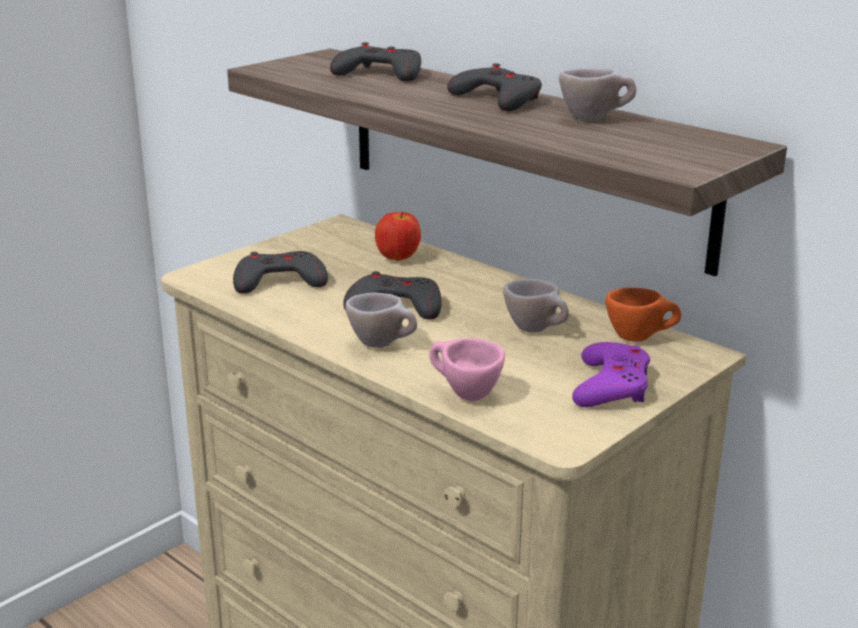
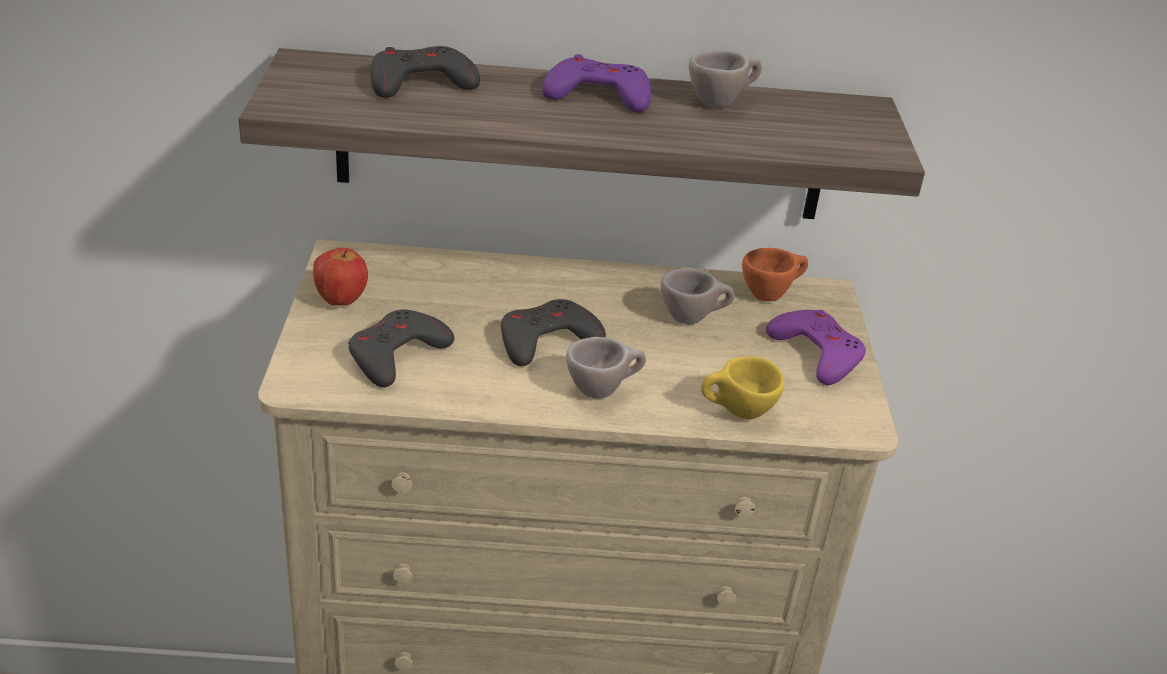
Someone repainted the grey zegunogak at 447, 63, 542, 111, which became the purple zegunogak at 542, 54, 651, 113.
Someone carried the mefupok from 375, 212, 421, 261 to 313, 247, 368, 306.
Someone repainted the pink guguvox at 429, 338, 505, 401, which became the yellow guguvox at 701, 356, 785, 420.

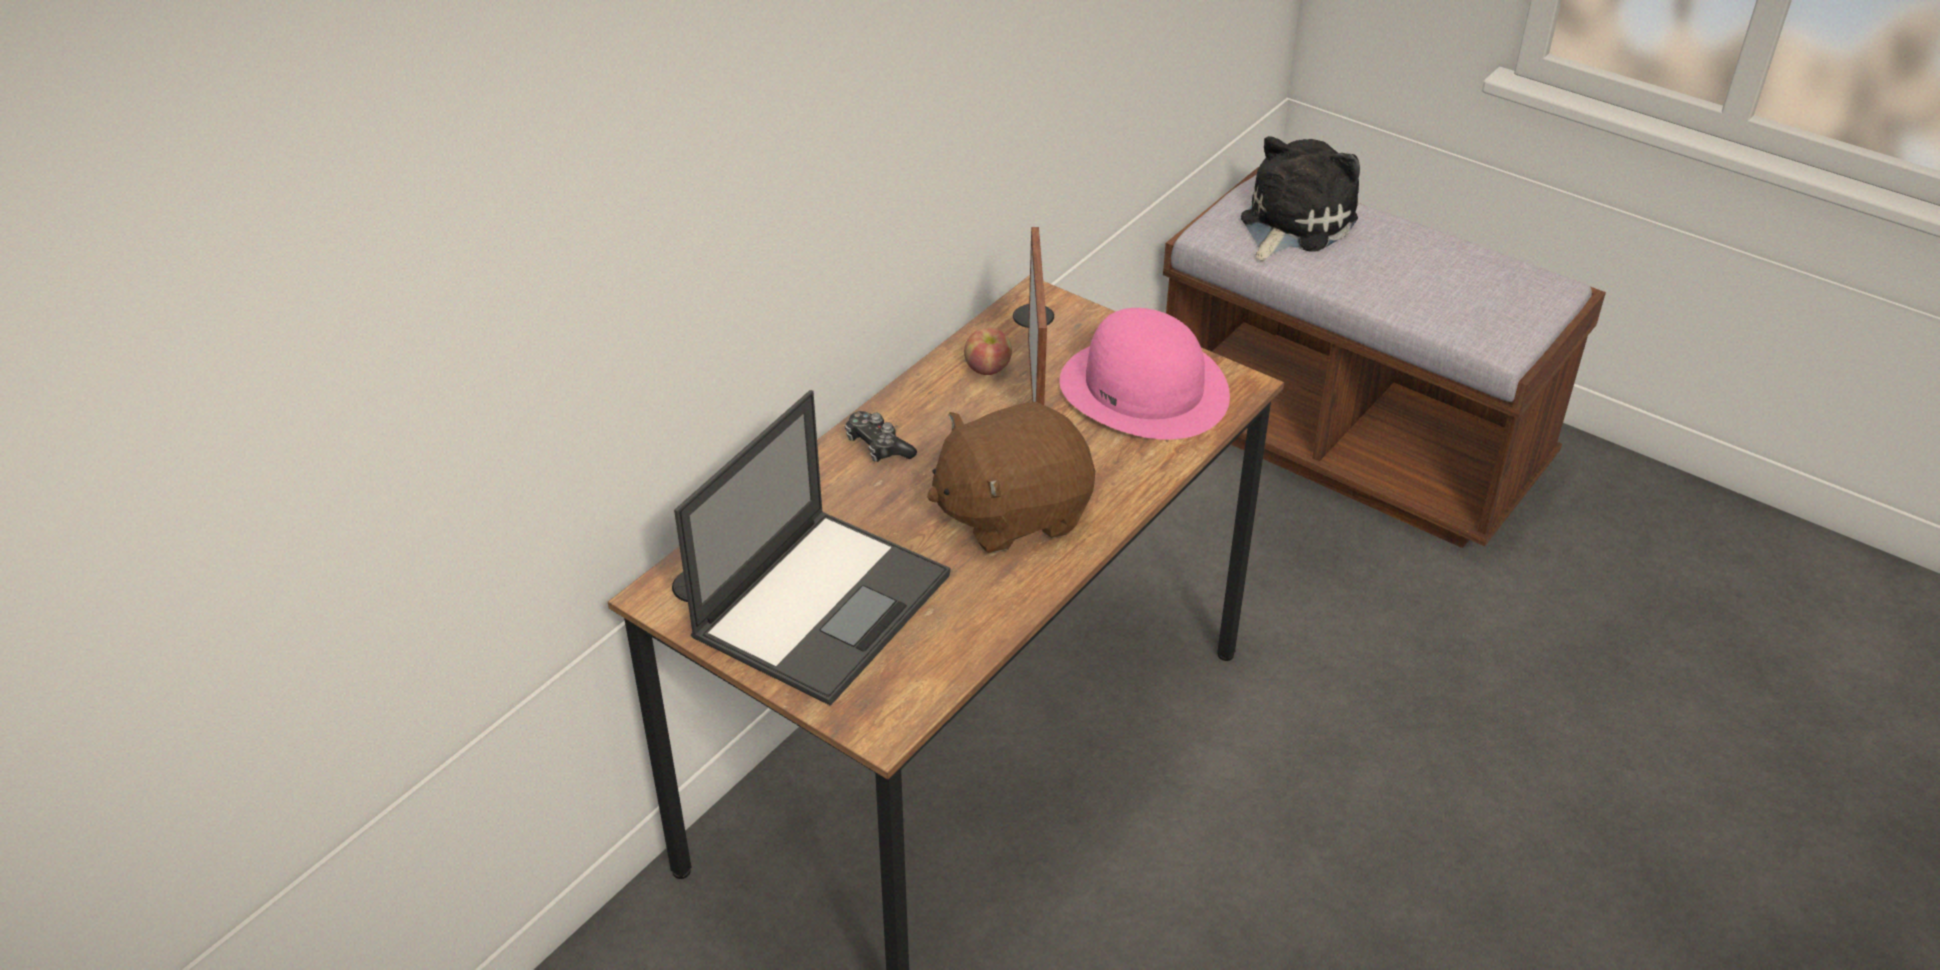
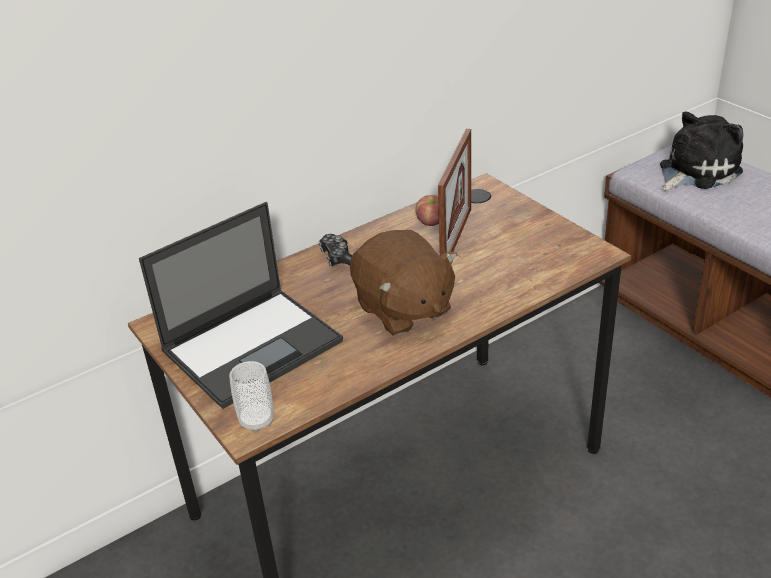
Someone took away the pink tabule at 1060, 308, 1230, 440.
Someone rotated the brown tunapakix at 927, 402, 1095, 554 by 120 degrees counterclockwise.
Someone put down the guguvox at 229, 361, 274, 432.

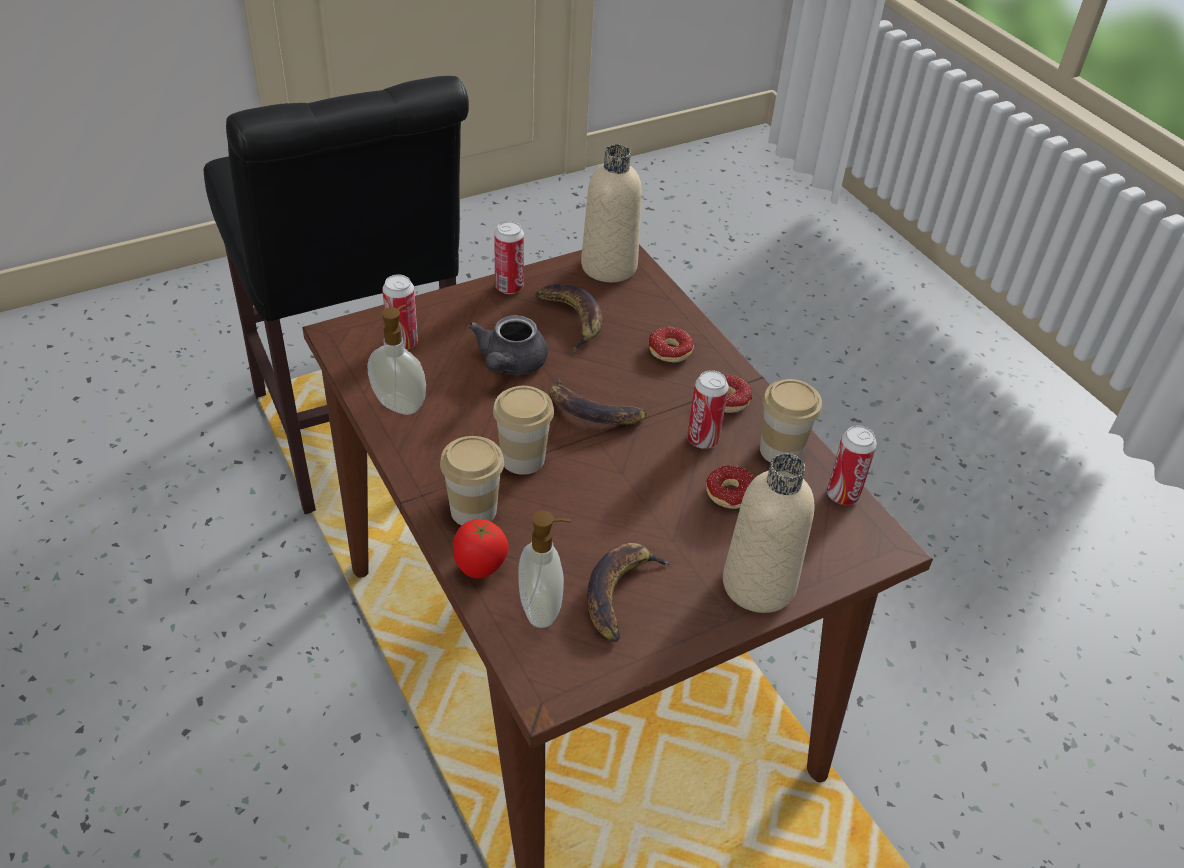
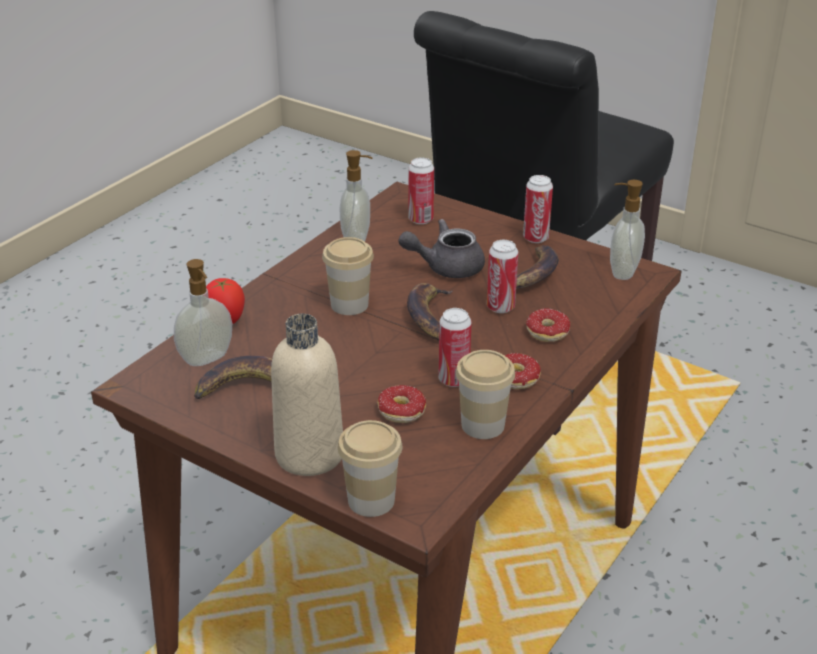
Someone swapped the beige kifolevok at 581, 144, 642, 282 for the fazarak at 610, 180, 645, 280.
Someone carried the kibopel from 827, 425, 877, 505 to 487, 240, 518, 313.
Someone carried the guguvox from 440, 436, 504, 526 to 338, 420, 402, 517.

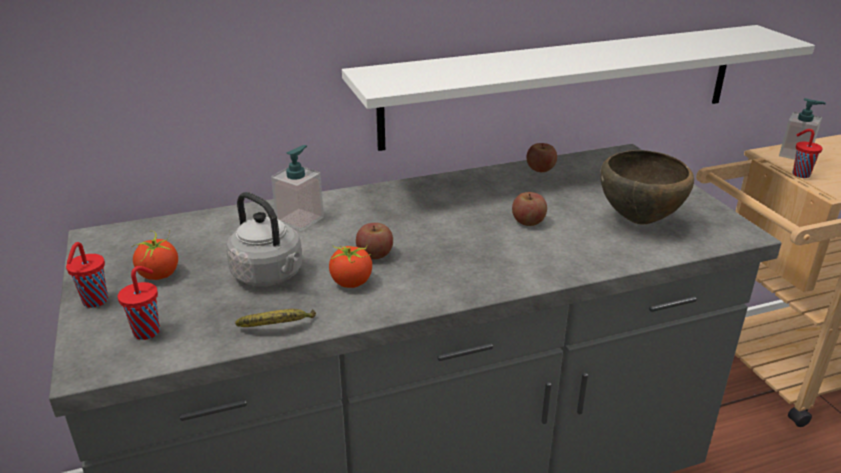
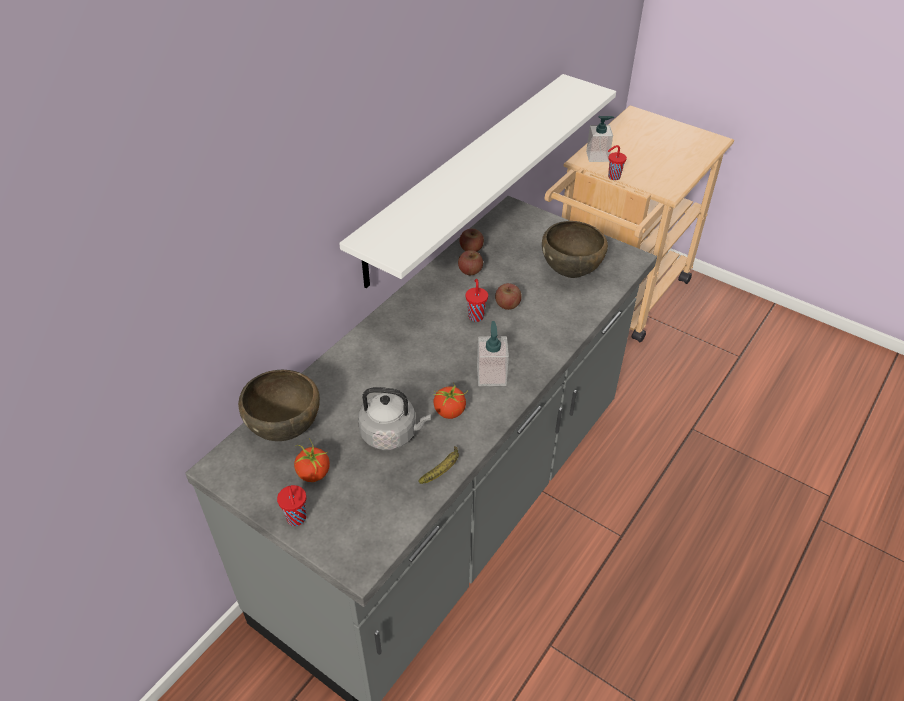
Someone carried the fazarak from 271, 145, 324, 231 to 477, 321, 509, 386.
Someone carried the mefupok from 356, 223, 393, 259 to 458, 250, 483, 275.
Someone carried the red guguvox from 118, 266, 160, 340 to 466, 279, 488, 322.
Someone put down the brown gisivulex at 238, 370, 320, 441.

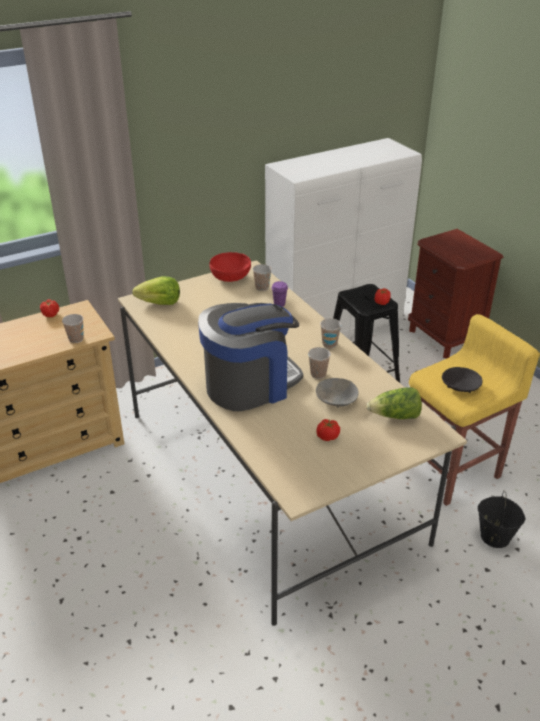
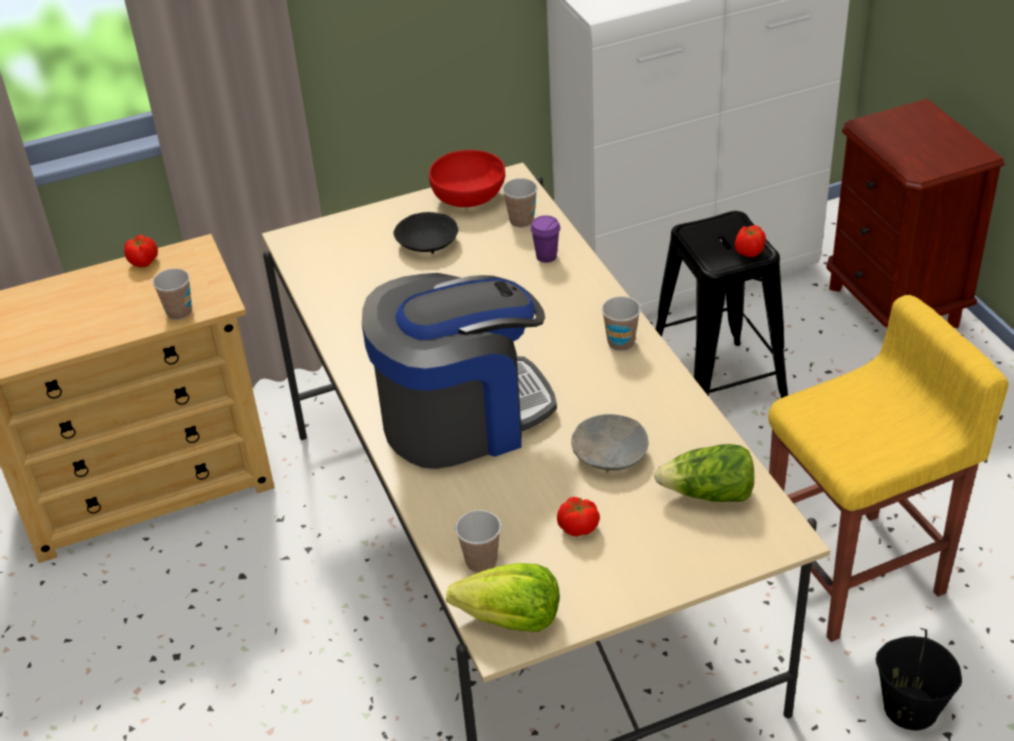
Someone carried the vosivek from 132, 277, 180, 305 to 446, 563, 560, 632.
Someone carried the guguvox from 308, 347, 331, 379 to 455, 510, 501, 573.
Someone carried the black gisivulex from 442, 367, 483, 393 to 394, 212, 458, 254.

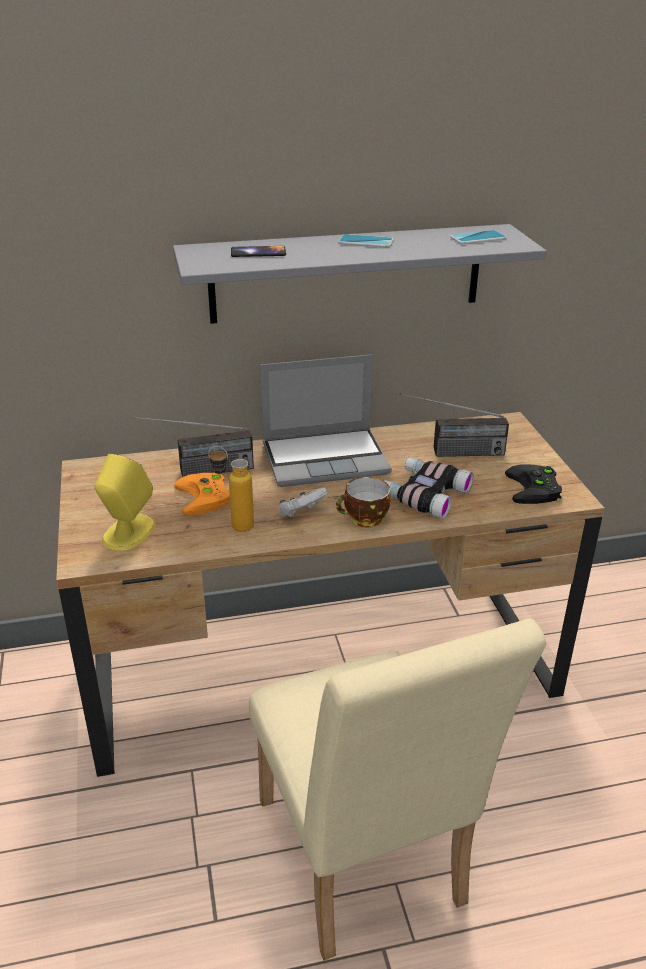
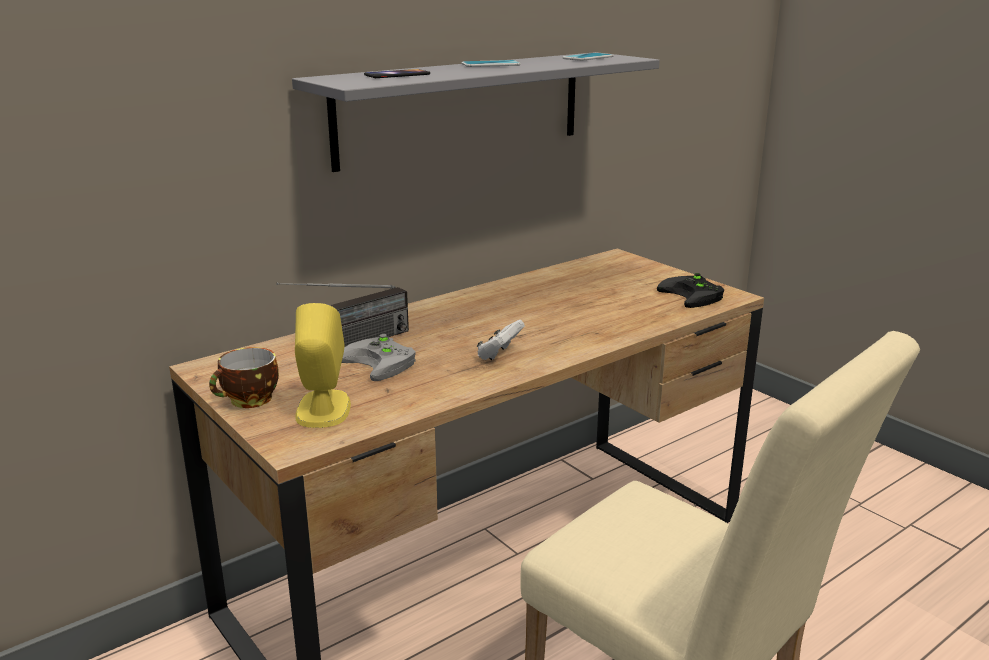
Someone took away the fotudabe at 260, 354, 392, 487.
Someone took away the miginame at 400, 393, 509, 457.
Someone took away the kifolevok at 209, 446, 254, 532.
Someone took away the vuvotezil at 384, 457, 474, 519.
Someone repainted the orange zegunogak at 174, 473, 230, 516, which became the grey zegunogak at 342, 334, 416, 381.
Someone carried the guguvox from 336, 477, 391, 527 to 209, 347, 279, 408.

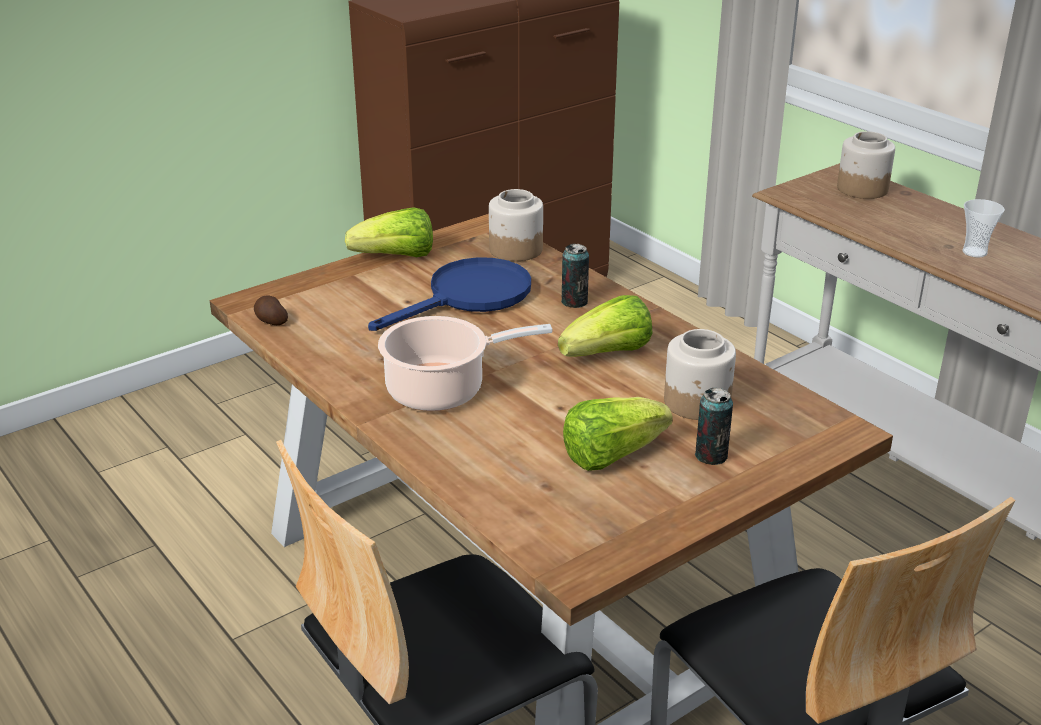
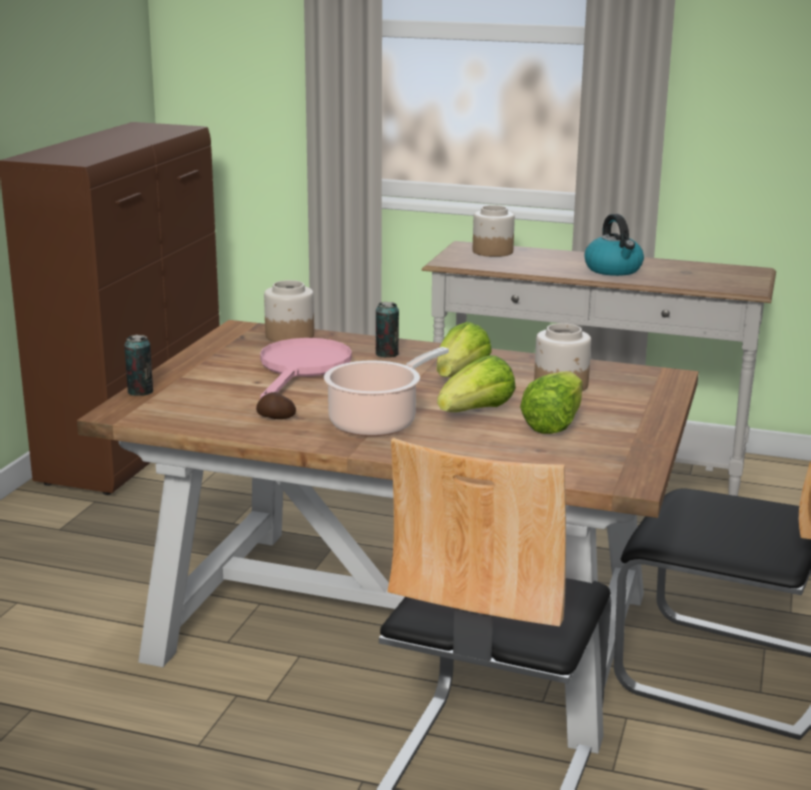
Someone swapped the guguvox at 962, 199, 1005, 258 for the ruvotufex at 585, 214, 644, 276.
Someone carried the vosivek from 345, 208, 433, 257 to 437, 355, 516, 412.
Someone repainted the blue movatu at 368, 257, 531, 331, which became the pink movatu at 260, 338, 352, 399.
Someone carried the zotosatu from 254, 295, 288, 325 to 256, 392, 296, 419.
Someone carried the kibopel from 695, 388, 733, 465 to 124, 335, 153, 396.

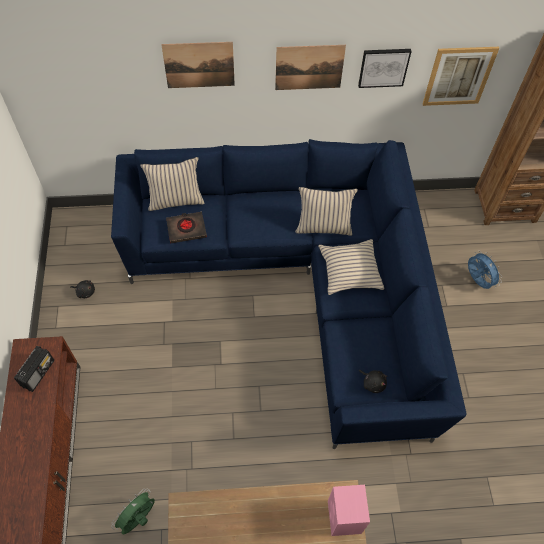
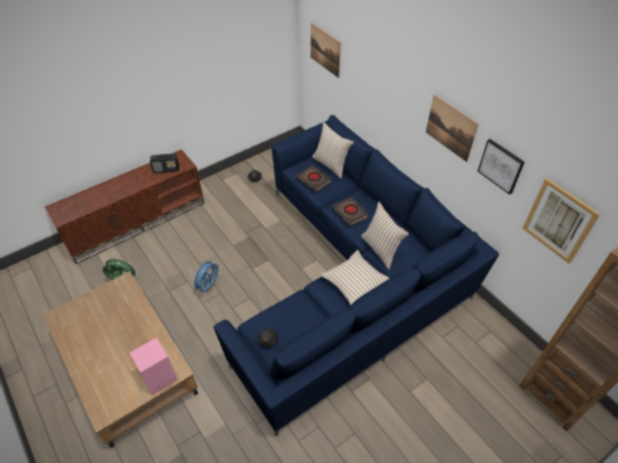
Someone carried the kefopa from 161, 42, 235, 88 to 311, 23, 341, 78.
Someone carried the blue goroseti from 468, 251, 502, 289 to 194, 261, 221, 295.
Someone put down the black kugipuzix at 332, 197, 368, 226.

